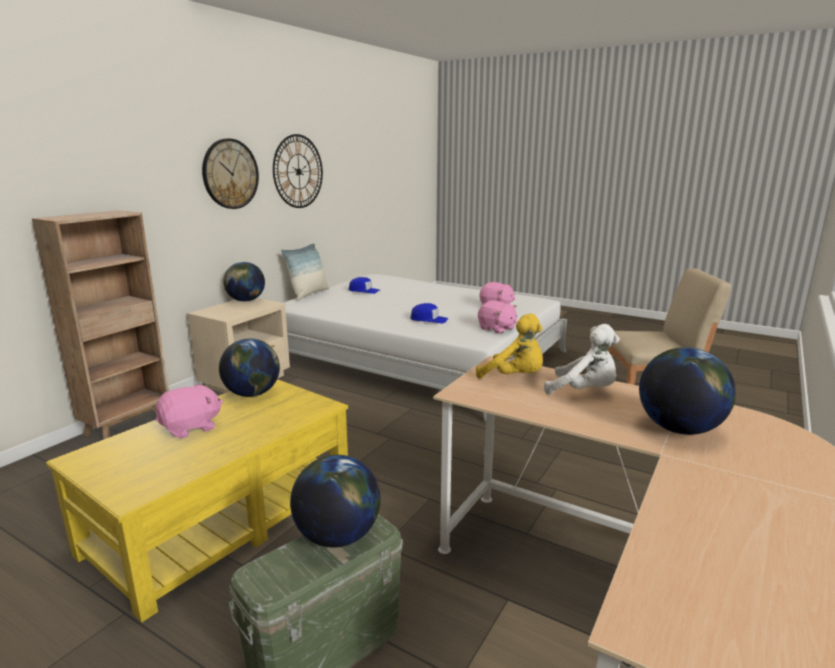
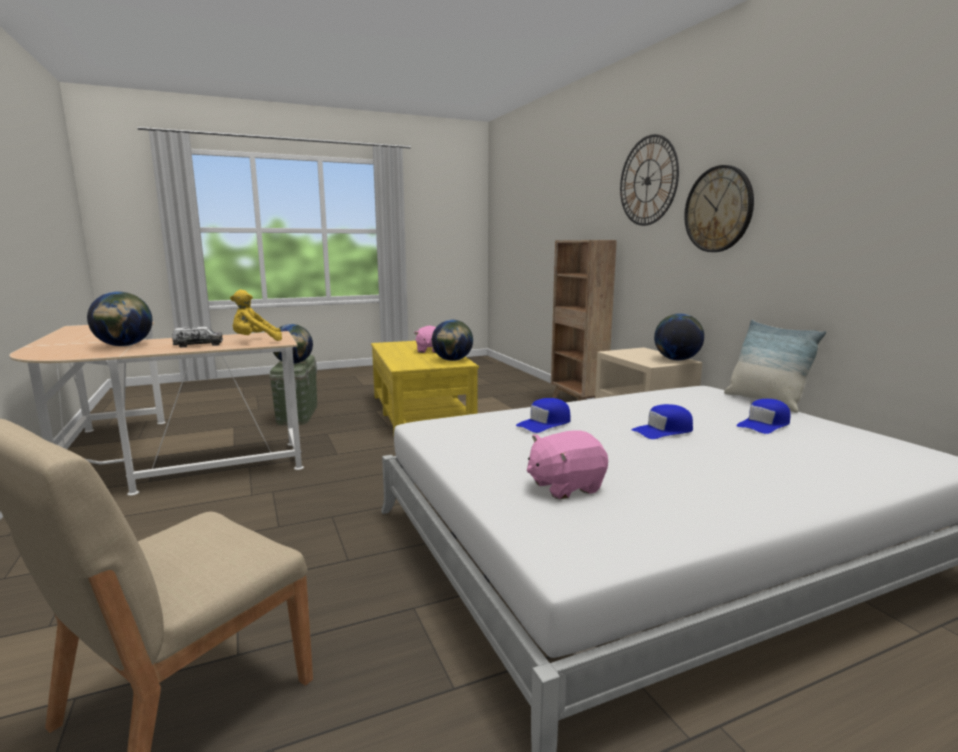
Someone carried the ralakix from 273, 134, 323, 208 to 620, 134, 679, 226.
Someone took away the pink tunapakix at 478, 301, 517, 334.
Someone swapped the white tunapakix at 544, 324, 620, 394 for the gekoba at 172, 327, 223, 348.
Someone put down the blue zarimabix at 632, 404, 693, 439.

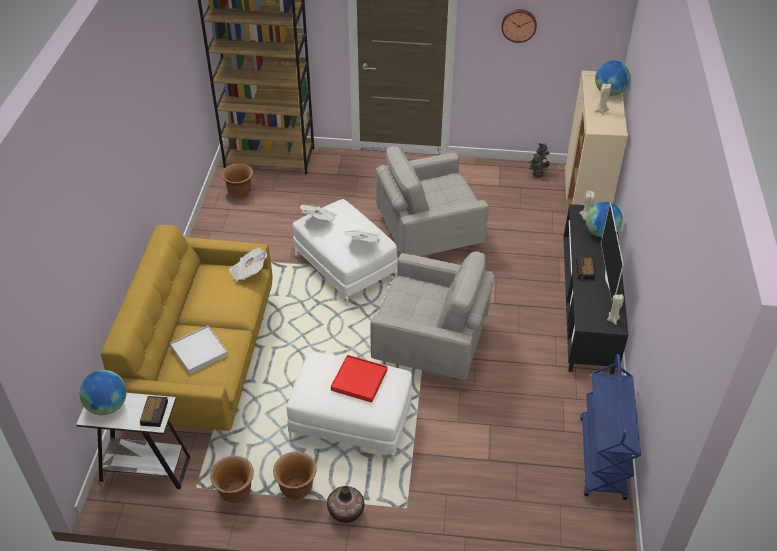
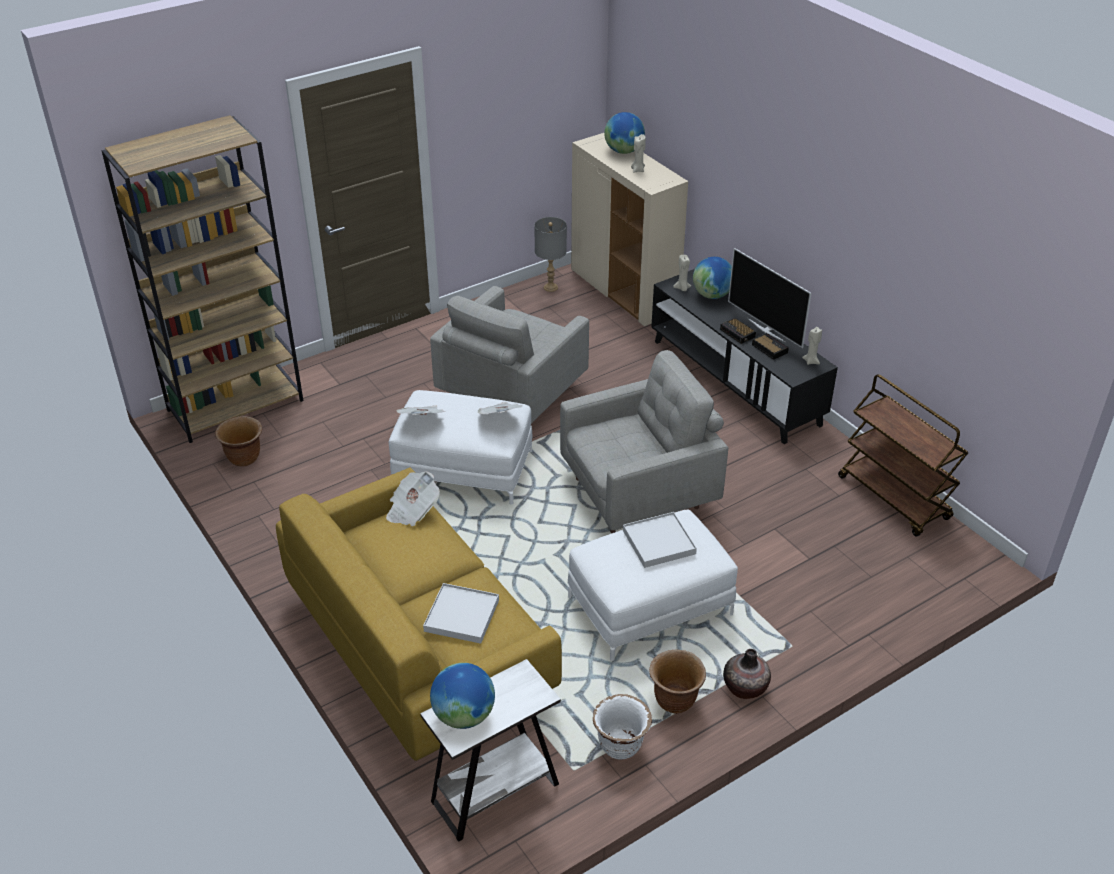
Someone took away the ralakix at 501, 9, 537, 43.
Someone swapped the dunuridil at 529, 143, 550, 178 for the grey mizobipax at 534, 217, 567, 292.
Someone repainted the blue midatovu at 580, 354, 641, 500, which became the brown midatovu at 838, 374, 968, 537.
Someone repainted the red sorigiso at 331, 355, 387, 403, which became the white sorigiso at 623, 512, 697, 568.
Someone carried the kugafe from 140, 396, 168, 427 to 752, 333, 789, 360.
Someone repainted the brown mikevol at 210, 456, 254, 503, which became the white mikevol at 593, 694, 652, 760.

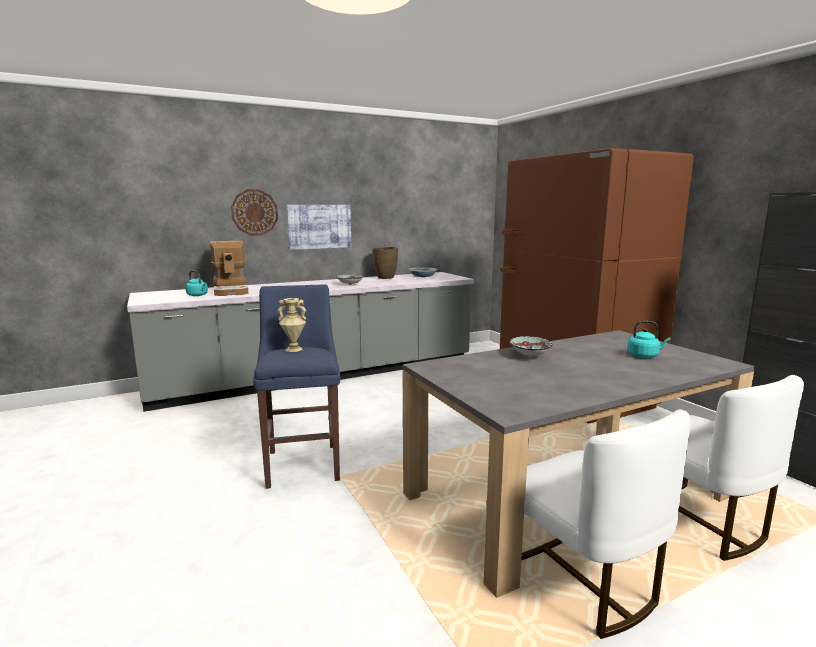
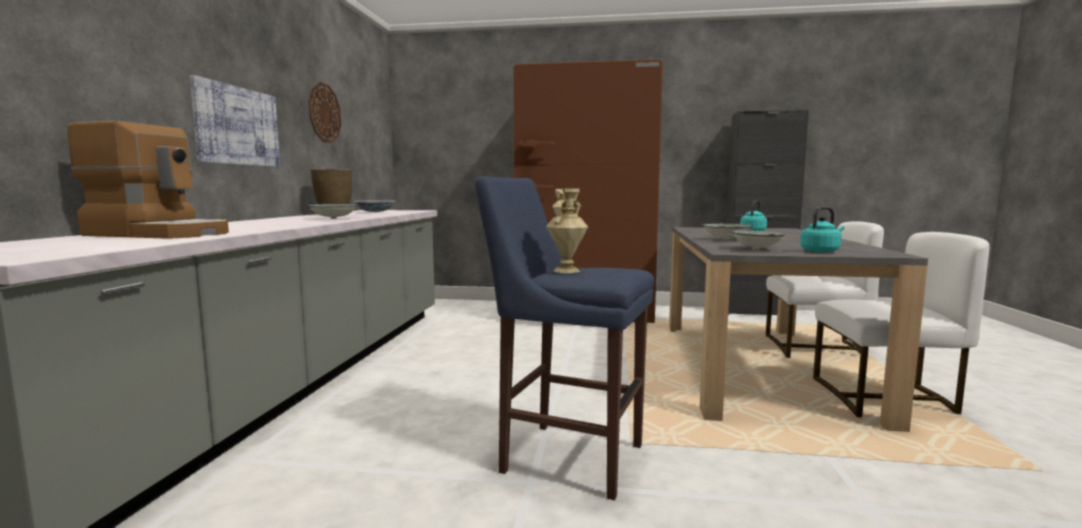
Someone carried the ralakix from 231, 189, 278, 236 to 309, 82, 341, 143.
Someone carried the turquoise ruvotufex from 185, 270, 208, 296 to 800, 207, 845, 253.
Someone put down the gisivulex at 731, 230, 785, 250.

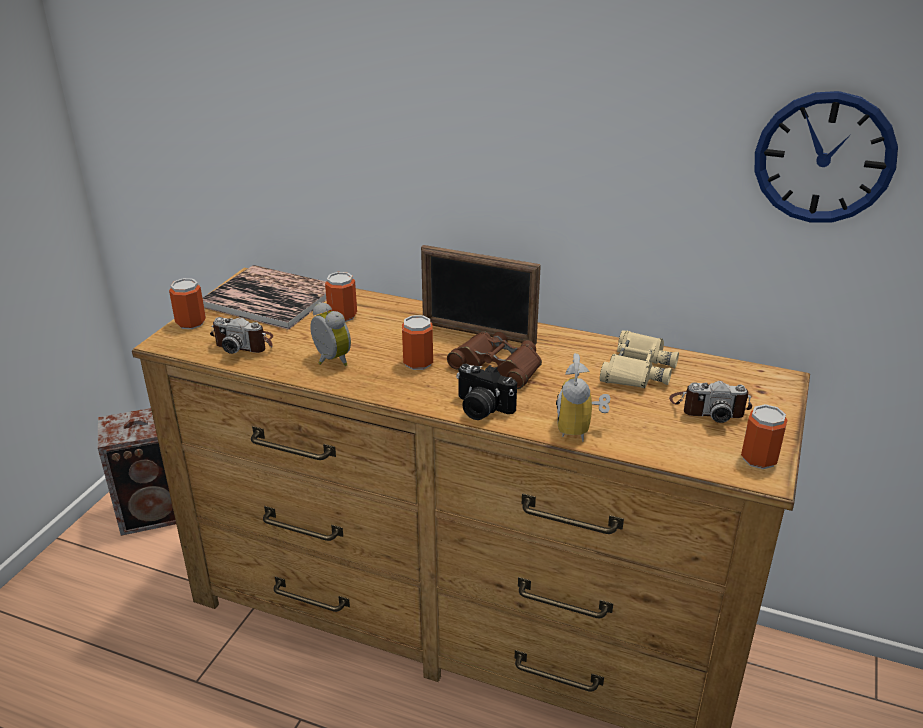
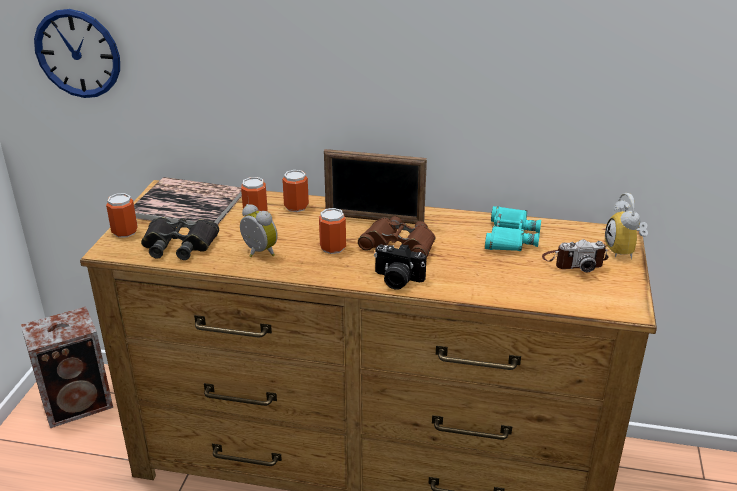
Someone carried the ralakix from 755, 91, 898, 223 to 34, 9, 120, 98.
Someone swapped the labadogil at 210, 317, 273, 354 for the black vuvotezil at 141, 217, 219, 260.
Someone repainted the beige vuvotezil at 600, 330, 679, 388, which became the turquoise vuvotezil at 485, 206, 541, 251.
Someone carried the kugafe from 556, 353, 611, 442 to 605, 193, 648, 259.
Someone carried the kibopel from 741, 404, 788, 469 to 282, 170, 309, 212.

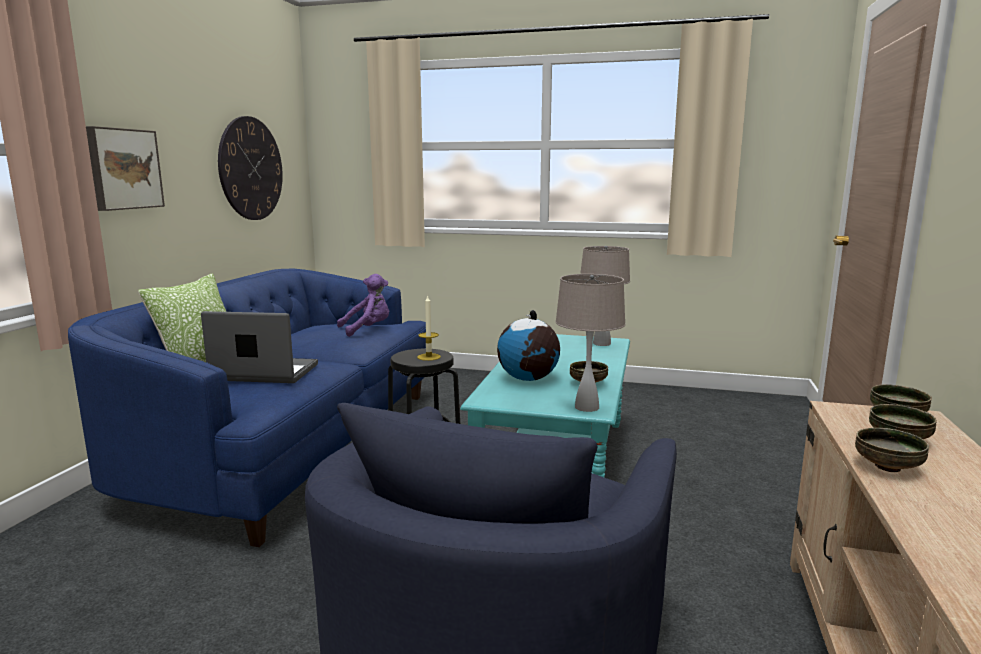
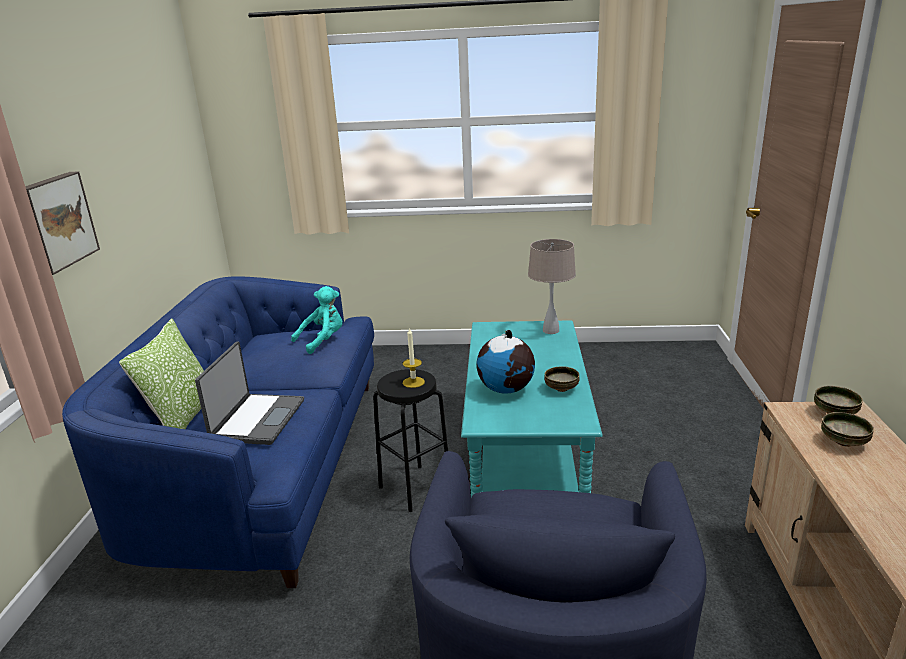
Someone took away the ralakix at 218, 116, 283, 220.
Someone repainted the purple tunapakix at 337, 274, 389, 337, which became the turquoise tunapakix at 291, 286, 343, 354.
Someone took away the beige mizobipax at 555, 274, 626, 412.
Someone rotated the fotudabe at 201, 311, 318, 383 by 105 degrees clockwise.
Someone took away the gisivulex at 855, 428, 929, 472.

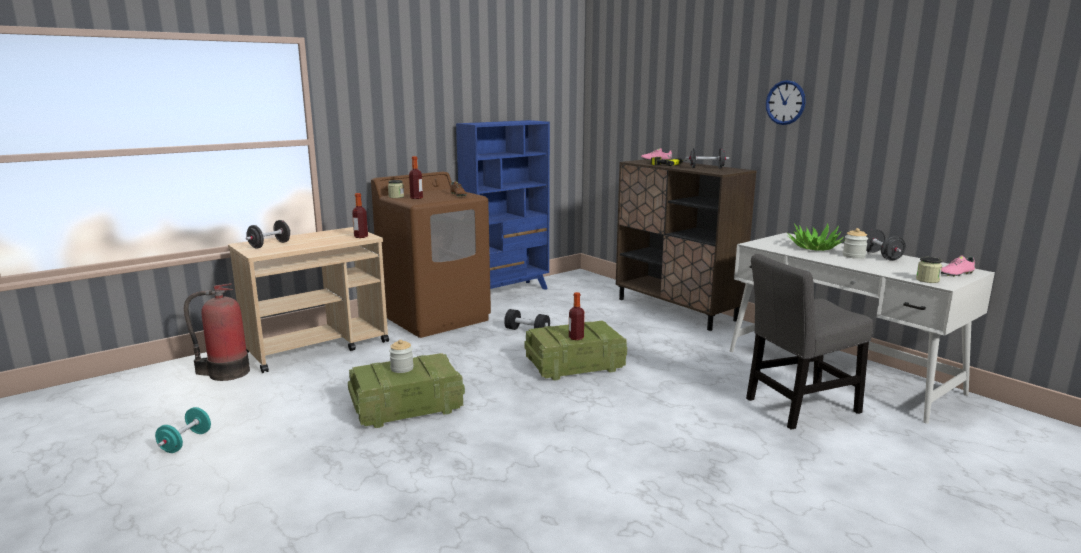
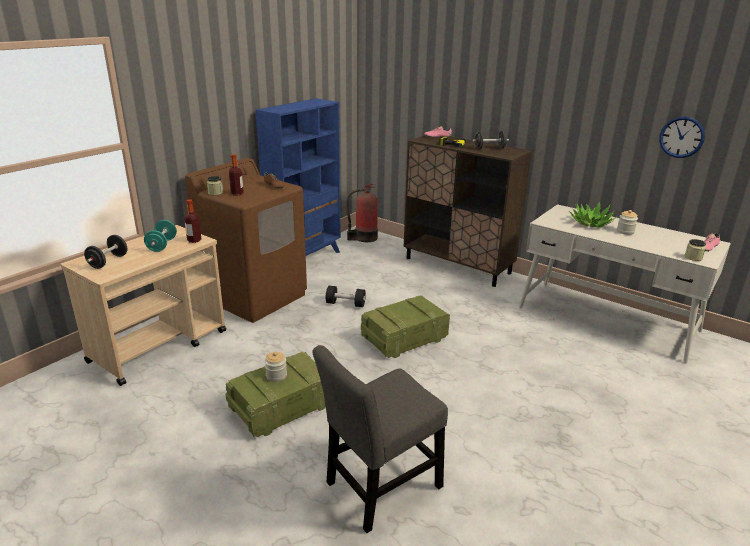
Someone carried the ralakix from 766, 80, 805, 125 to 659, 117, 705, 158.
Someone took away the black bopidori at 866, 229, 906, 261.
Someone carried the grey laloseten from 746, 254, 873, 430 to 313, 345, 448, 533.
Someone carried the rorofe from 184, 283, 250, 381 to 346, 183, 378, 242.
Someone took away the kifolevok at 569, 292, 584, 340.
Someone carried the turquoise bopidori from 155, 407, 211, 453 to 144, 220, 177, 252.

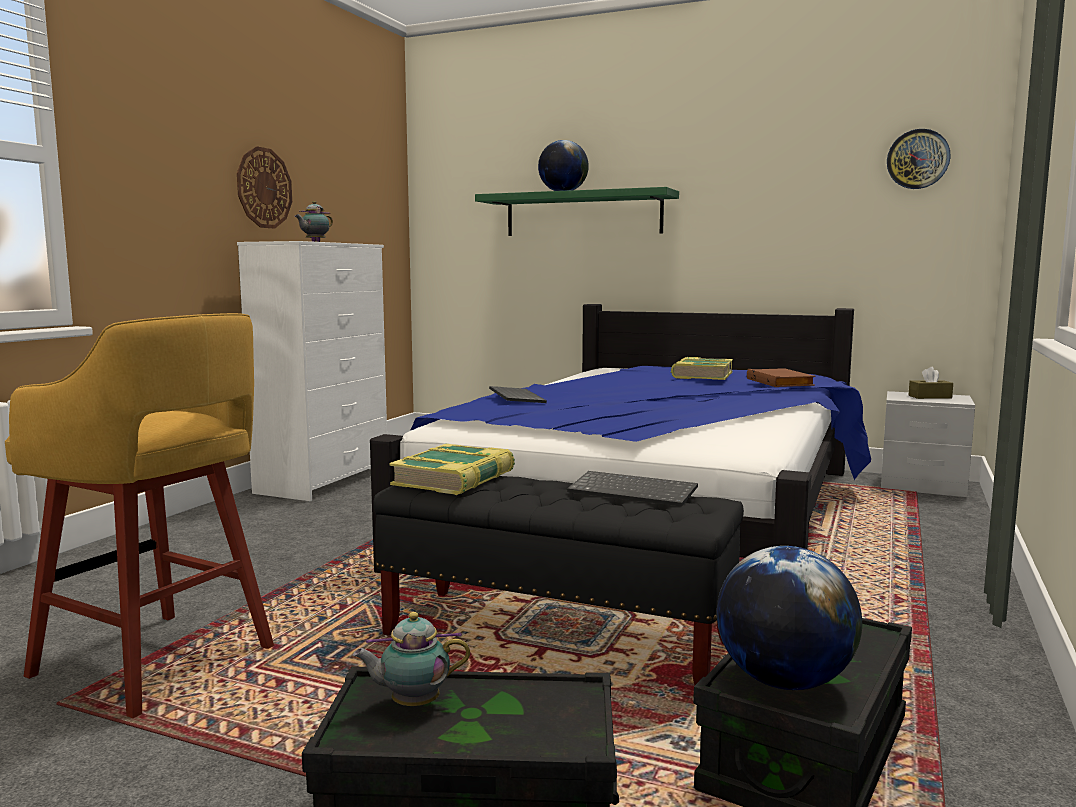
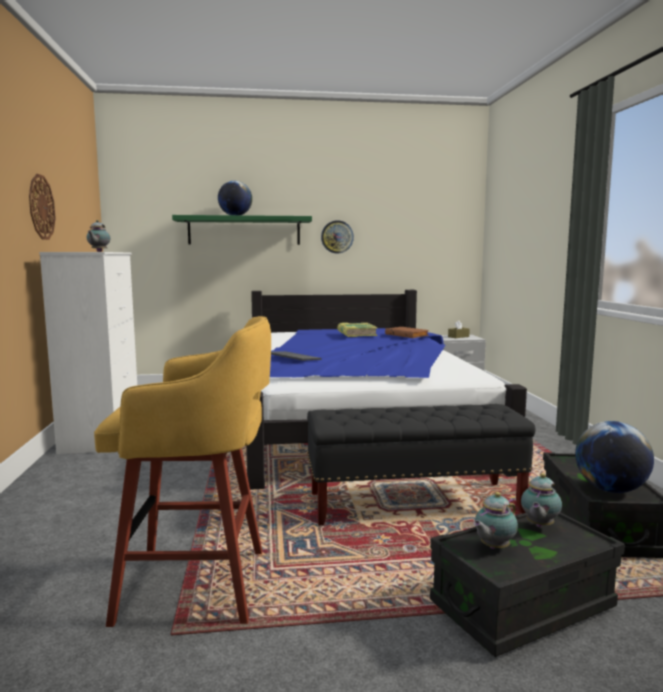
Someone carried the ralakix from 887, 129, 950, 189 to 321, 220, 354, 253.
Someone took away the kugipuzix at 389, 444, 515, 495.
Someone took away the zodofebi at 567, 471, 698, 507.
Someone put down the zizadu at 521, 473, 562, 527.

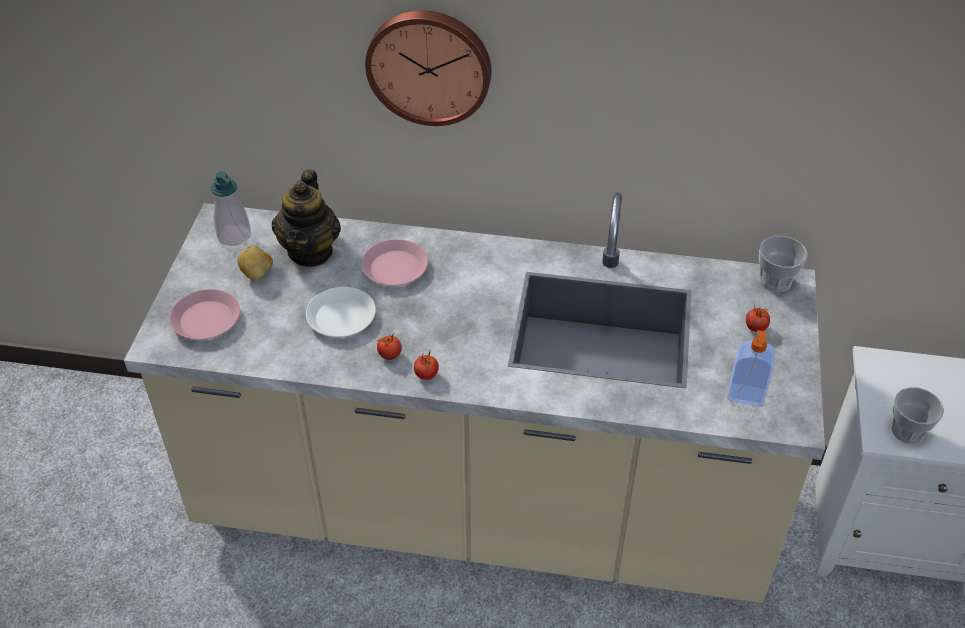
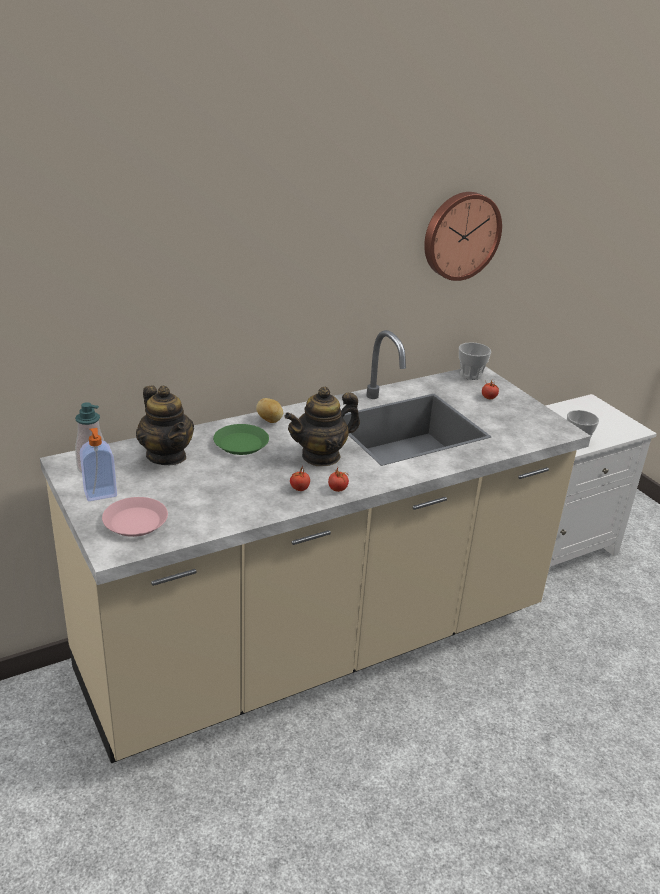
Someone carried the ralakix from 365, 10, 492, 126 to 424, 192, 502, 281.
Someone repainted the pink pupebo at 361, 239, 428, 286, which became the green pupebo at 213, 424, 269, 455.
Someone carried the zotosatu from 238, 245, 273, 280 to 256, 398, 283, 423.
Someone took away the white pupebo at 306, 287, 376, 337.
Someone carried the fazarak from 727, 330, 775, 407 to 80, 428, 117, 501.
Someone put down the zizadu at 285, 387, 360, 466.

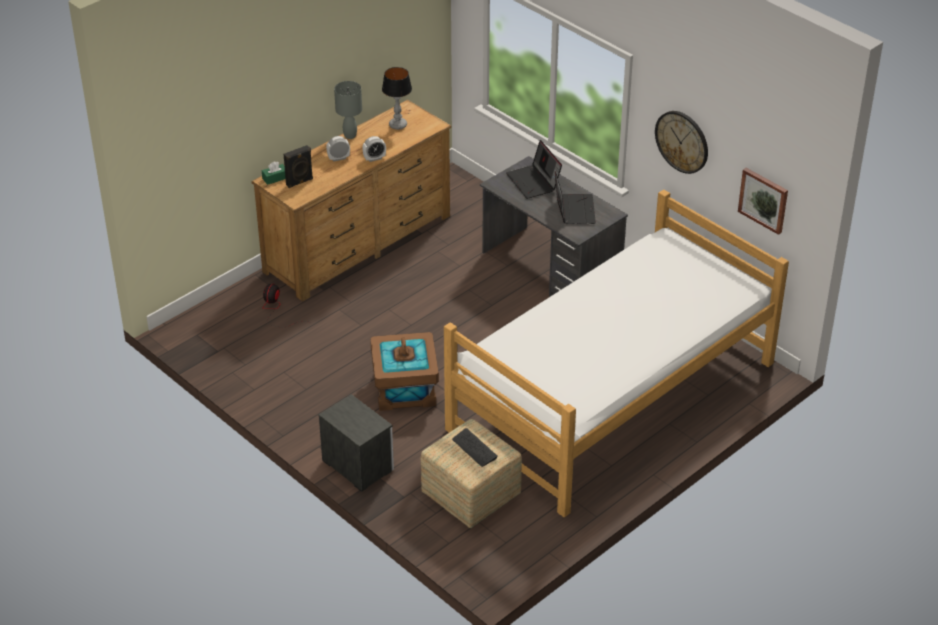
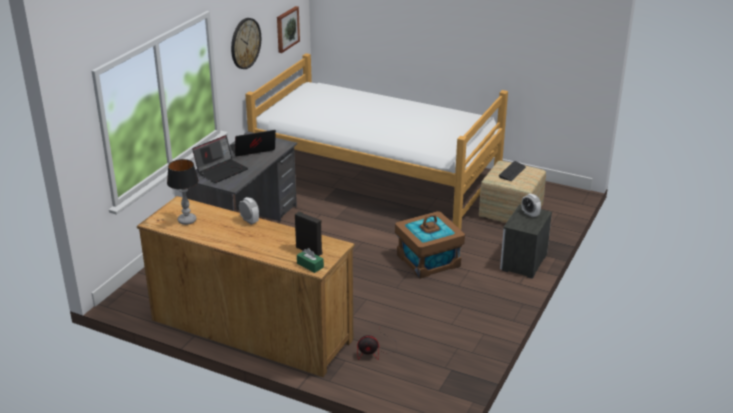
Someone took away the grey mizobipax at 334, 81, 362, 139.
Someone carried the kugafe from 326, 136, 350, 162 to 522, 194, 541, 218.

